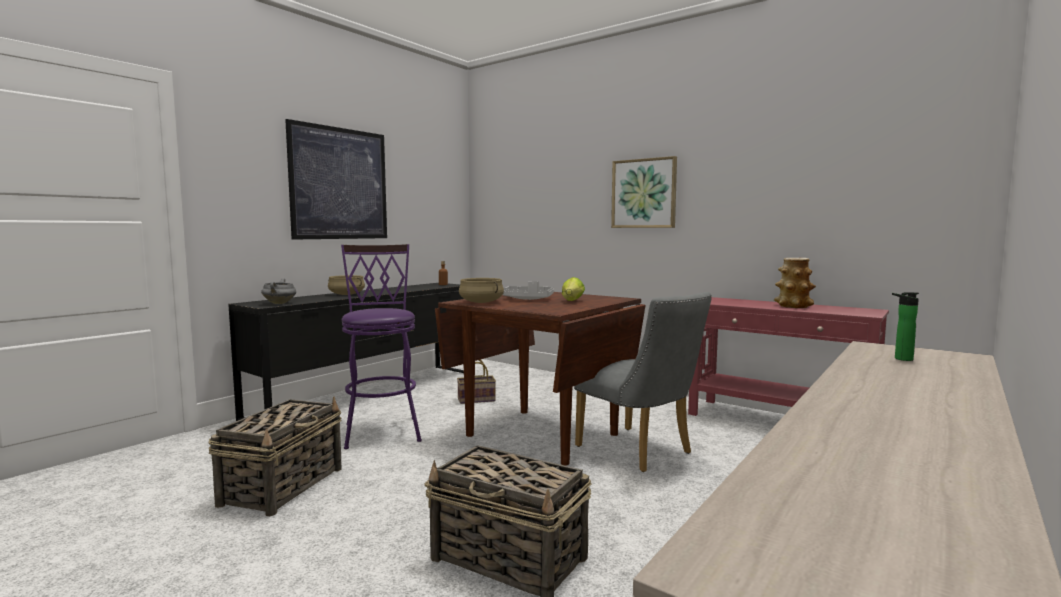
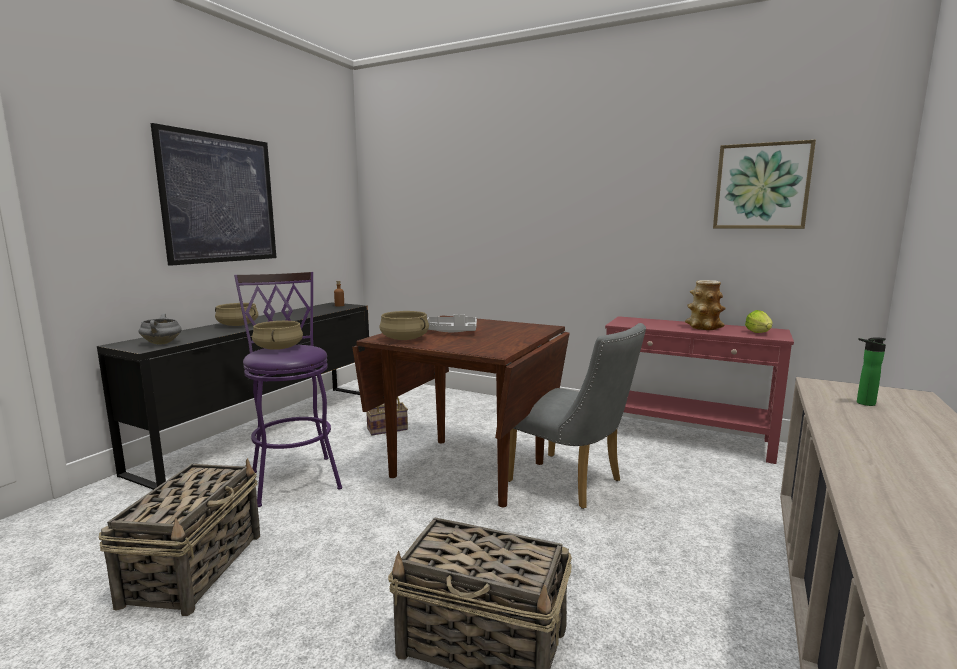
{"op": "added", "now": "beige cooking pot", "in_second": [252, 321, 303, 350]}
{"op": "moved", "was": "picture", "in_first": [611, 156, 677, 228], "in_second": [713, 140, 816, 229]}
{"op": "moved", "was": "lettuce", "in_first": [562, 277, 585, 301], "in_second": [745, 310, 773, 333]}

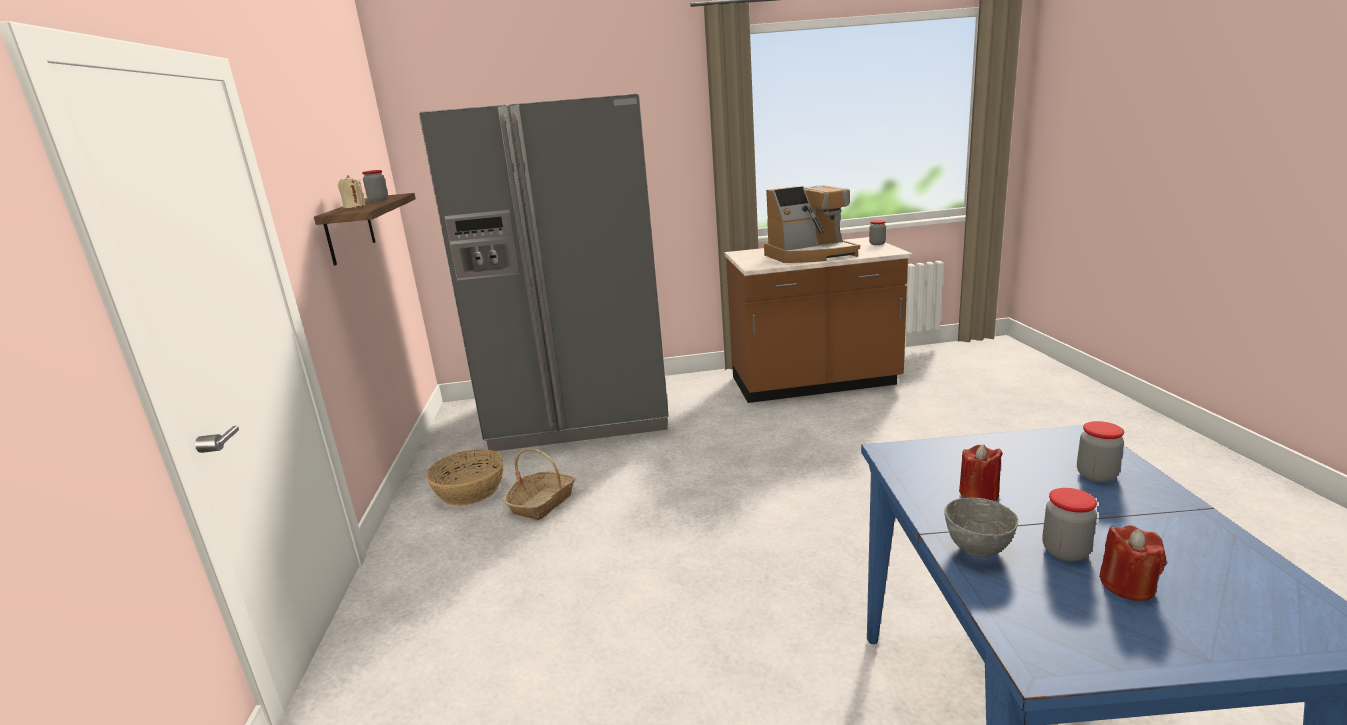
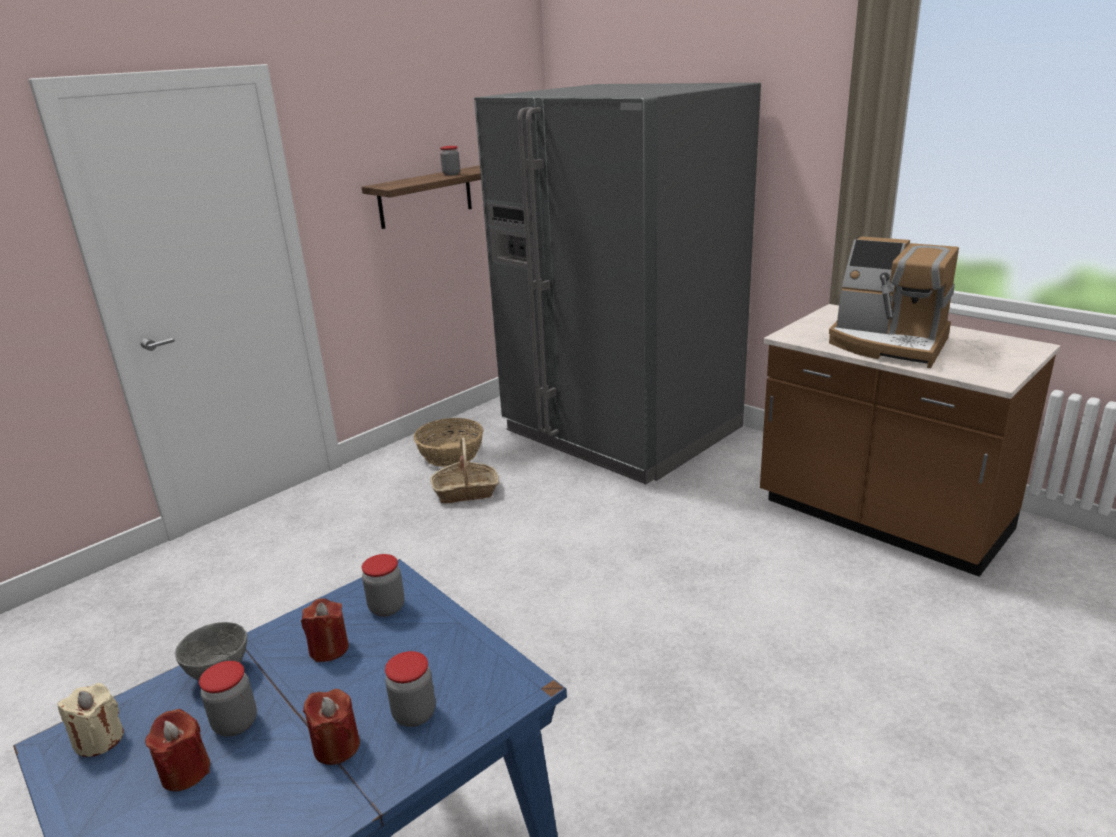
{"op": "moved", "was": "beige candle", "in_first": [338, 175, 366, 208], "in_second": [57, 683, 124, 757]}
{"op": "added", "now": "red candle", "in_second": [303, 689, 360, 765]}
{"op": "moved", "was": "jar", "in_first": [869, 220, 886, 245], "in_second": [362, 554, 405, 617]}

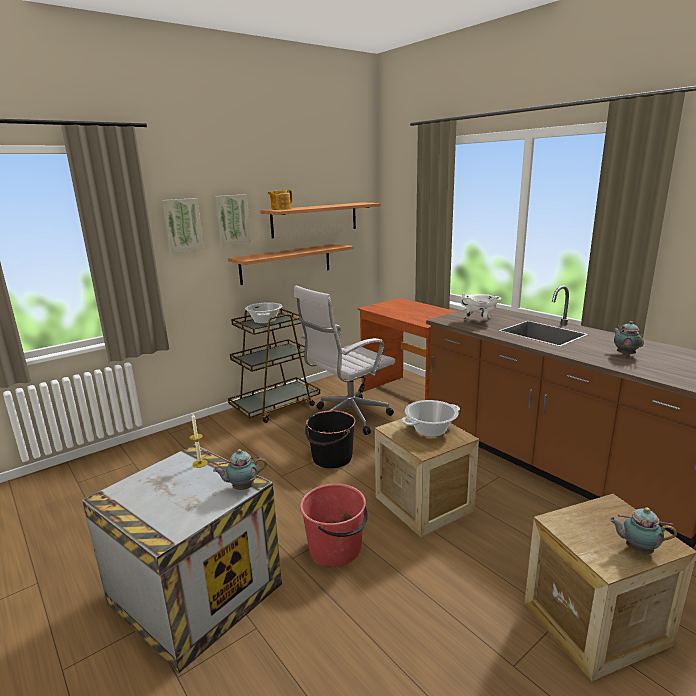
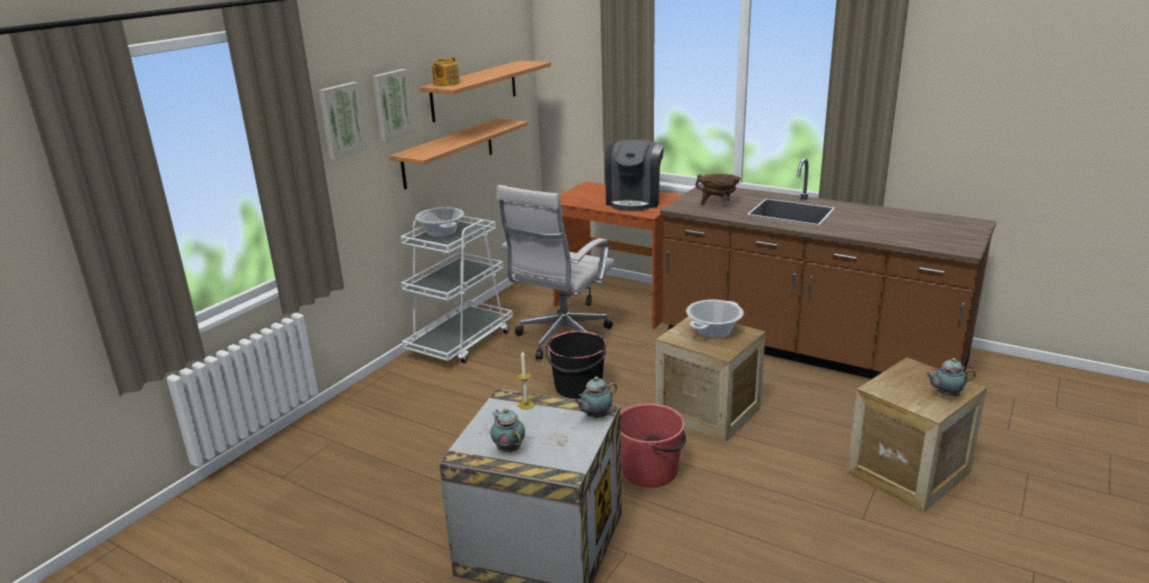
{"op": "recoloured", "was": "brown cart", "now": "white cart", "in_first": [228, 306, 320, 423], "in_second": [401, 215, 513, 363]}
{"op": "moved", "was": "teapot", "in_first": [613, 321, 644, 356], "in_second": [490, 408, 525, 452]}
{"op": "added", "now": "coffee machine", "in_second": [605, 140, 664, 211]}
{"op": "recoloured", "was": "white cooking pot", "now": "brown cooking pot", "in_first": [460, 293, 501, 320], "in_second": [695, 174, 741, 205]}

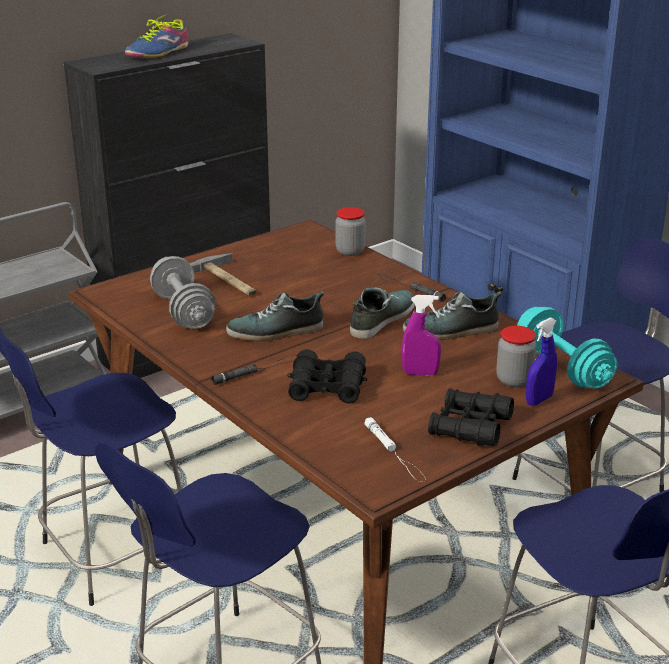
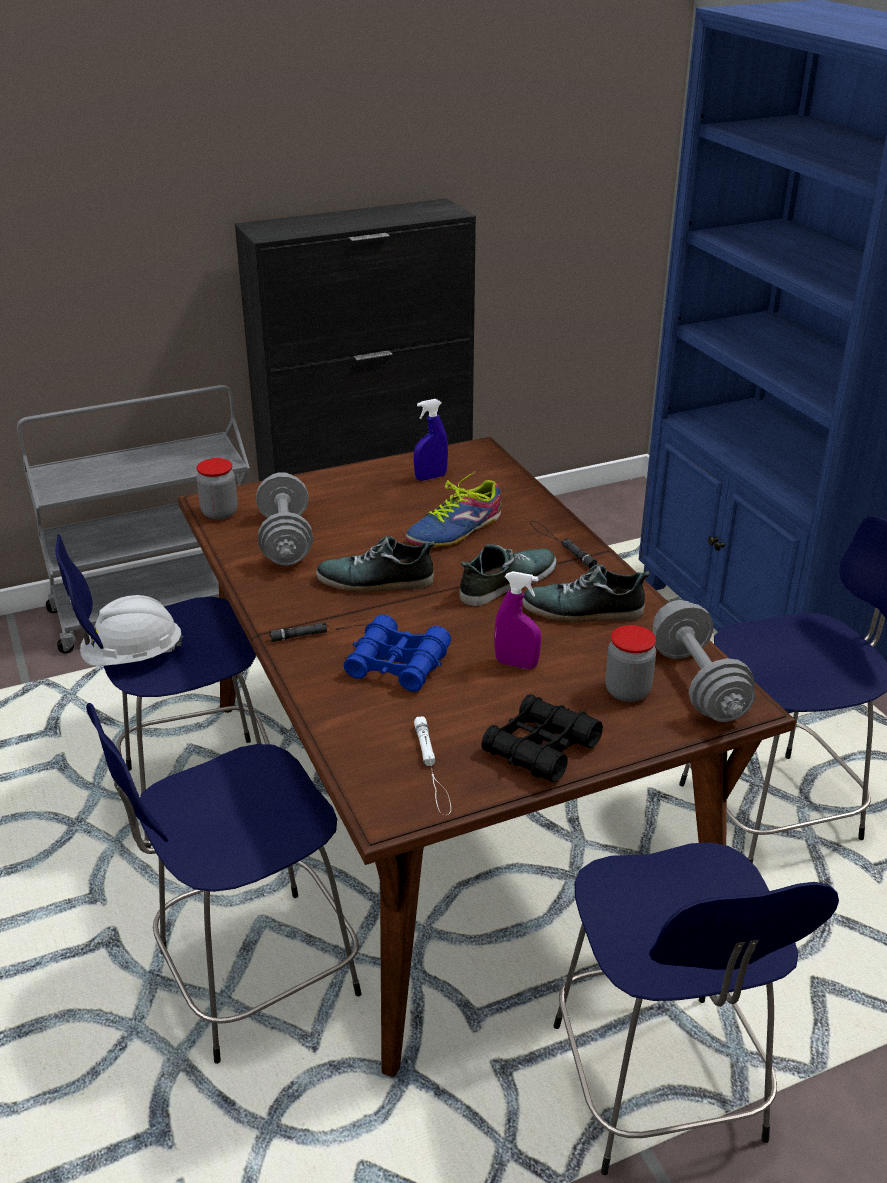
{"op": "added", "now": "white hard hat", "in_second": [80, 595, 183, 666]}
{"op": "moved", "was": "jar", "in_first": [336, 207, 365, 256], "in_second": [197, 458, 238, 520]}
{"op": "recoloured", "was": "black binoculars", "now": "blue binoculars", "in_first": [287, 349, 367, 403], "in_second": [344, 614, 451, 692]}
{"op": "moved", "was": "shoe", "in_first": [125, 14, 189, 58], "in_second": [406, 471, 501, 547]}
{"op": "moved", "was": "blue spray bottle", "in_first": [526, 317, 557, 406], "in_second": [414, 399, 448, 481]}
{"op": "recoloured", "was": "turquoise dumbbell", "now": "grey dumbbell", "in_first": [517, 307, 617, 389], "in_second": [653, 600, 755, 722]}
{"op": "removed", "was": "hammer", "in_first": [189, 253, 257, 296]}

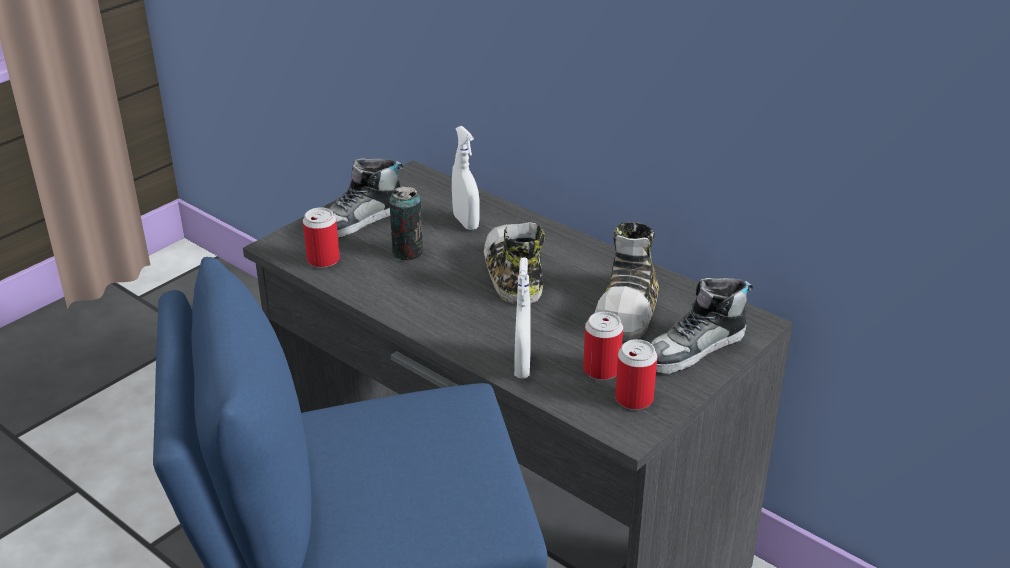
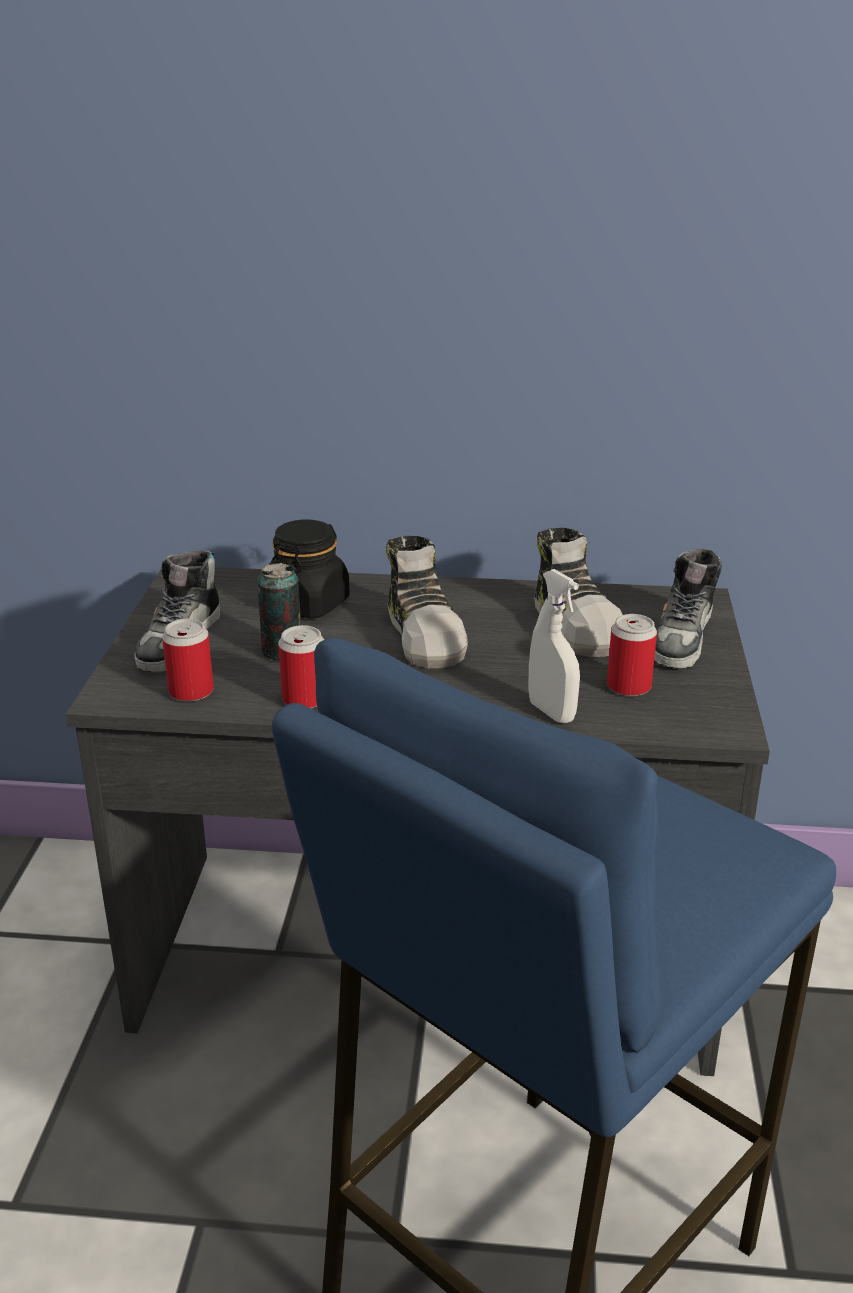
{"op": "replaced", "was": "white spray bottle", "now": "black jar", "in_first": [452, 126, 479, 230], "in_second": [269, 520, 350, 619]}
{"op": "moved", "was": "can", "in_first": [615, 339, 657, 410], "in_second": [278, 625, 324, 708]}
{"op": "turned", "was": "shoe", "in_first": [484, 222, 545, 304], "in_second": [386, 536, 468, 668], "clockwise": -150}

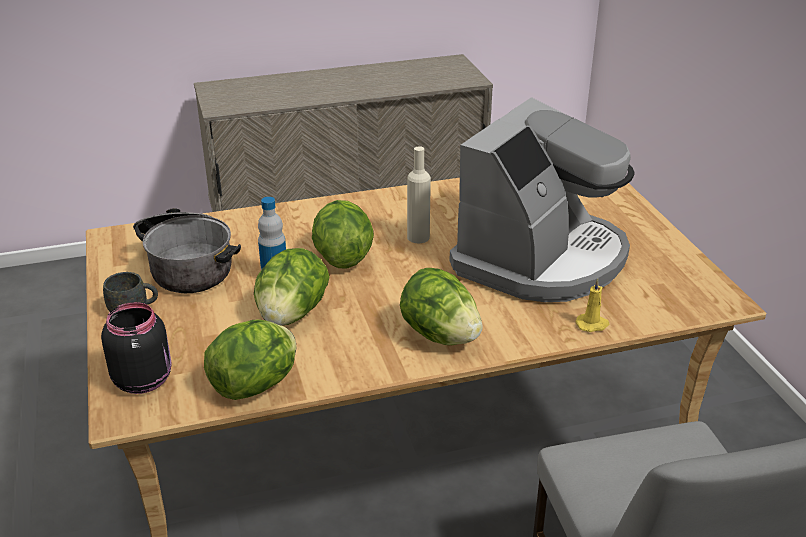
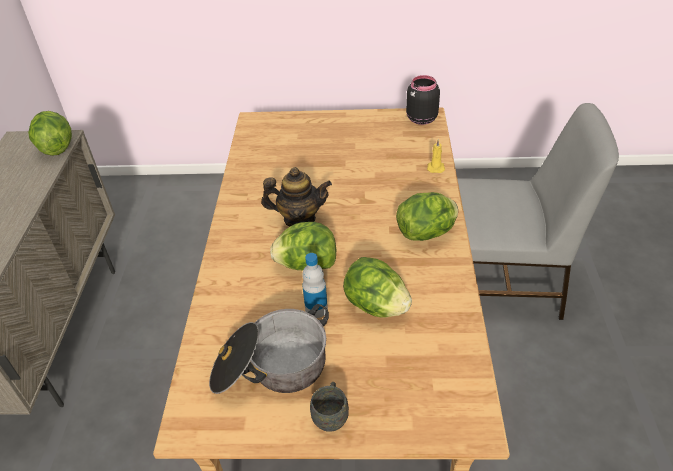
{"op": "moved", "was": "lettuce", "in_first": [204, 319, 297, 400], "in_second": [28, 111, 72, 156]}
{"op": "replaced", "was": "beige bottle", "now": "teapot", "in_first": [407, 146, 431, 243], "in_second": [261, 167, 332, 227]}
{"op": "moved", "was": "black jar", "in_first": [101, 302, 172, 394], "in_second": [406, 75, 440, 125]}
{"op": "removed", "was": "coffee machine", "in_first": [449, 97, 634, 302]}

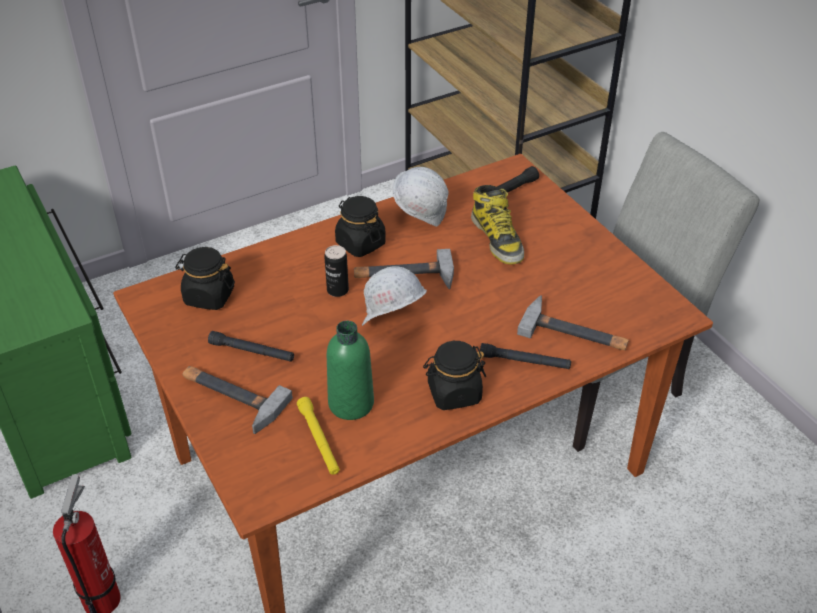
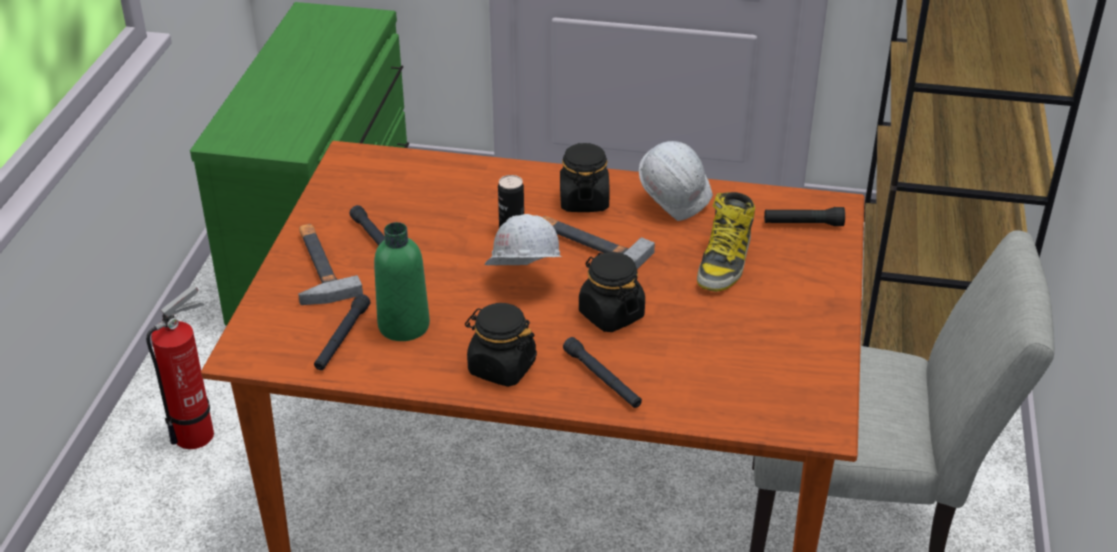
{"op": "recoloured", "was": "yellow flashlight", "now": "black flashlight", "in_first": [297, 397, 340, 475], "in_second": [314, 294, 370, 370]}
{"op": "moved", "was": "black jar", "in_first": [175, 247, 235, 310], "in_second": [579, 252, 645, 332]}
{"op": "removed", "was": "hammer", "in_first": [517, 295, 629, 350]}

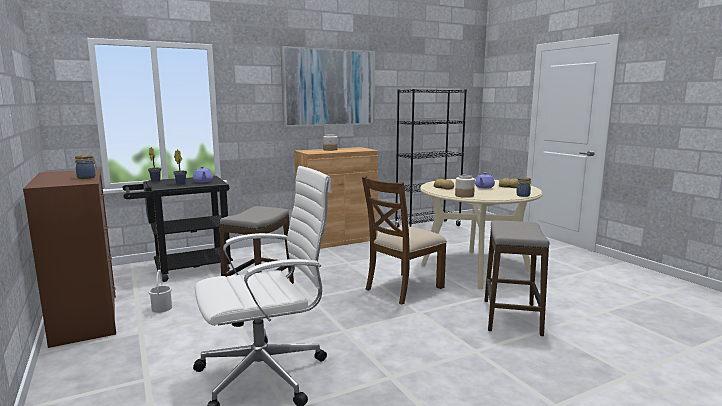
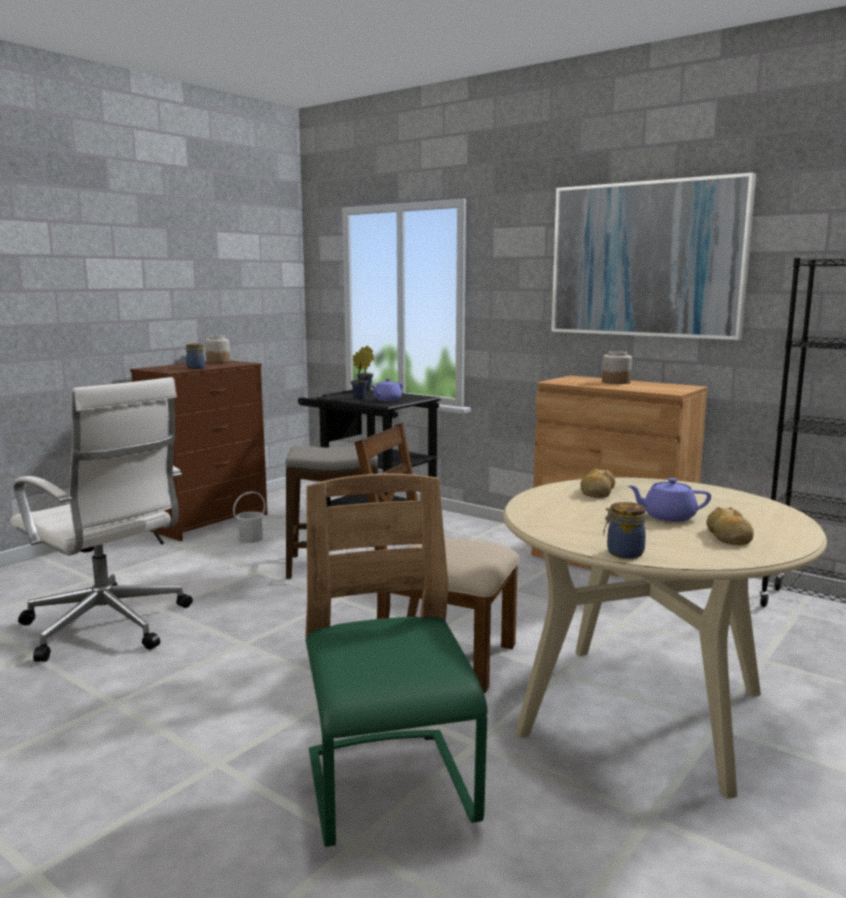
{"op": "moved", "was": "jar", "in_first": [455, 175, 475, 198], "in_second": [205, 336, 230, 363]}
{"op": "replaced", "was": "stool", "now": "green chair", "in_first": [484, 220, 550, 336], "in_second": [305, 474, 488, 847]}

